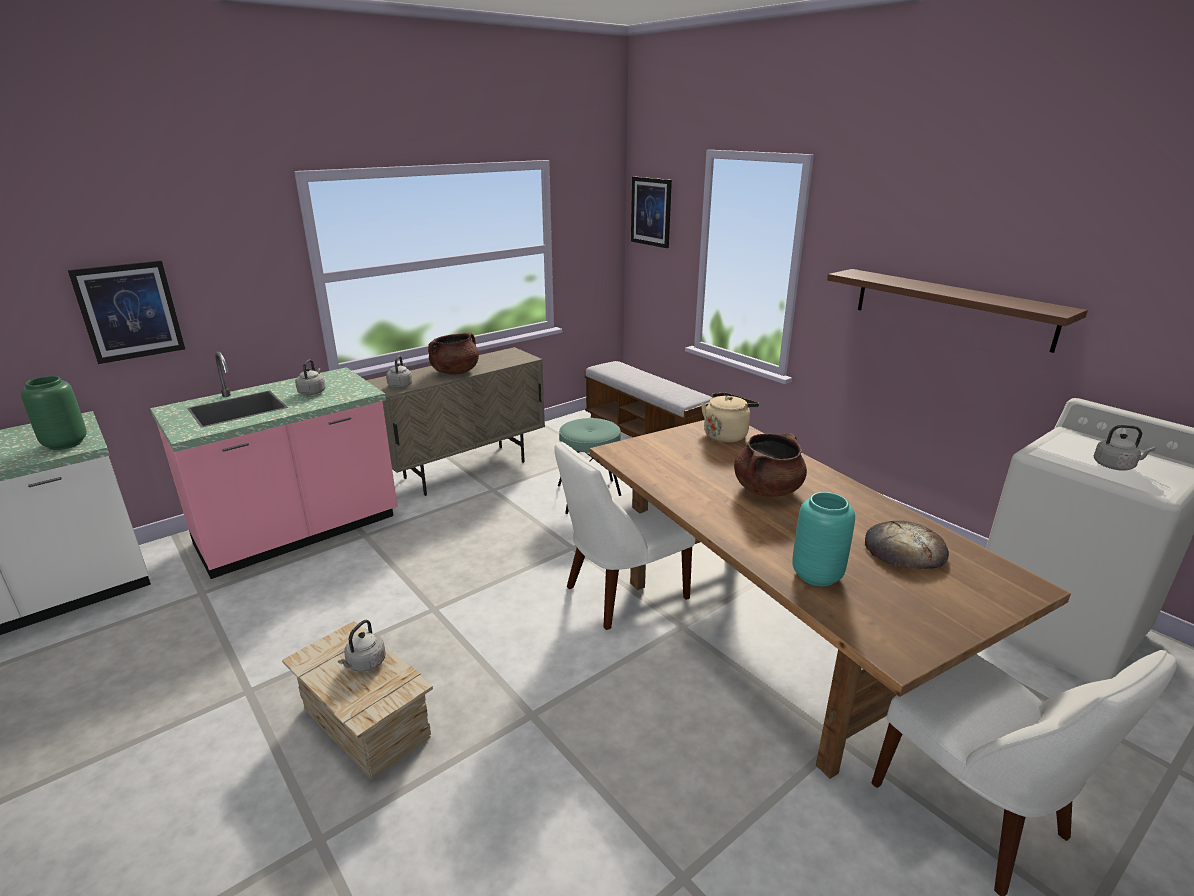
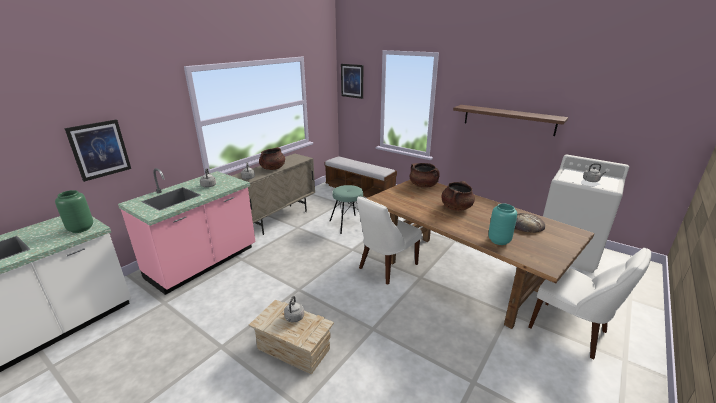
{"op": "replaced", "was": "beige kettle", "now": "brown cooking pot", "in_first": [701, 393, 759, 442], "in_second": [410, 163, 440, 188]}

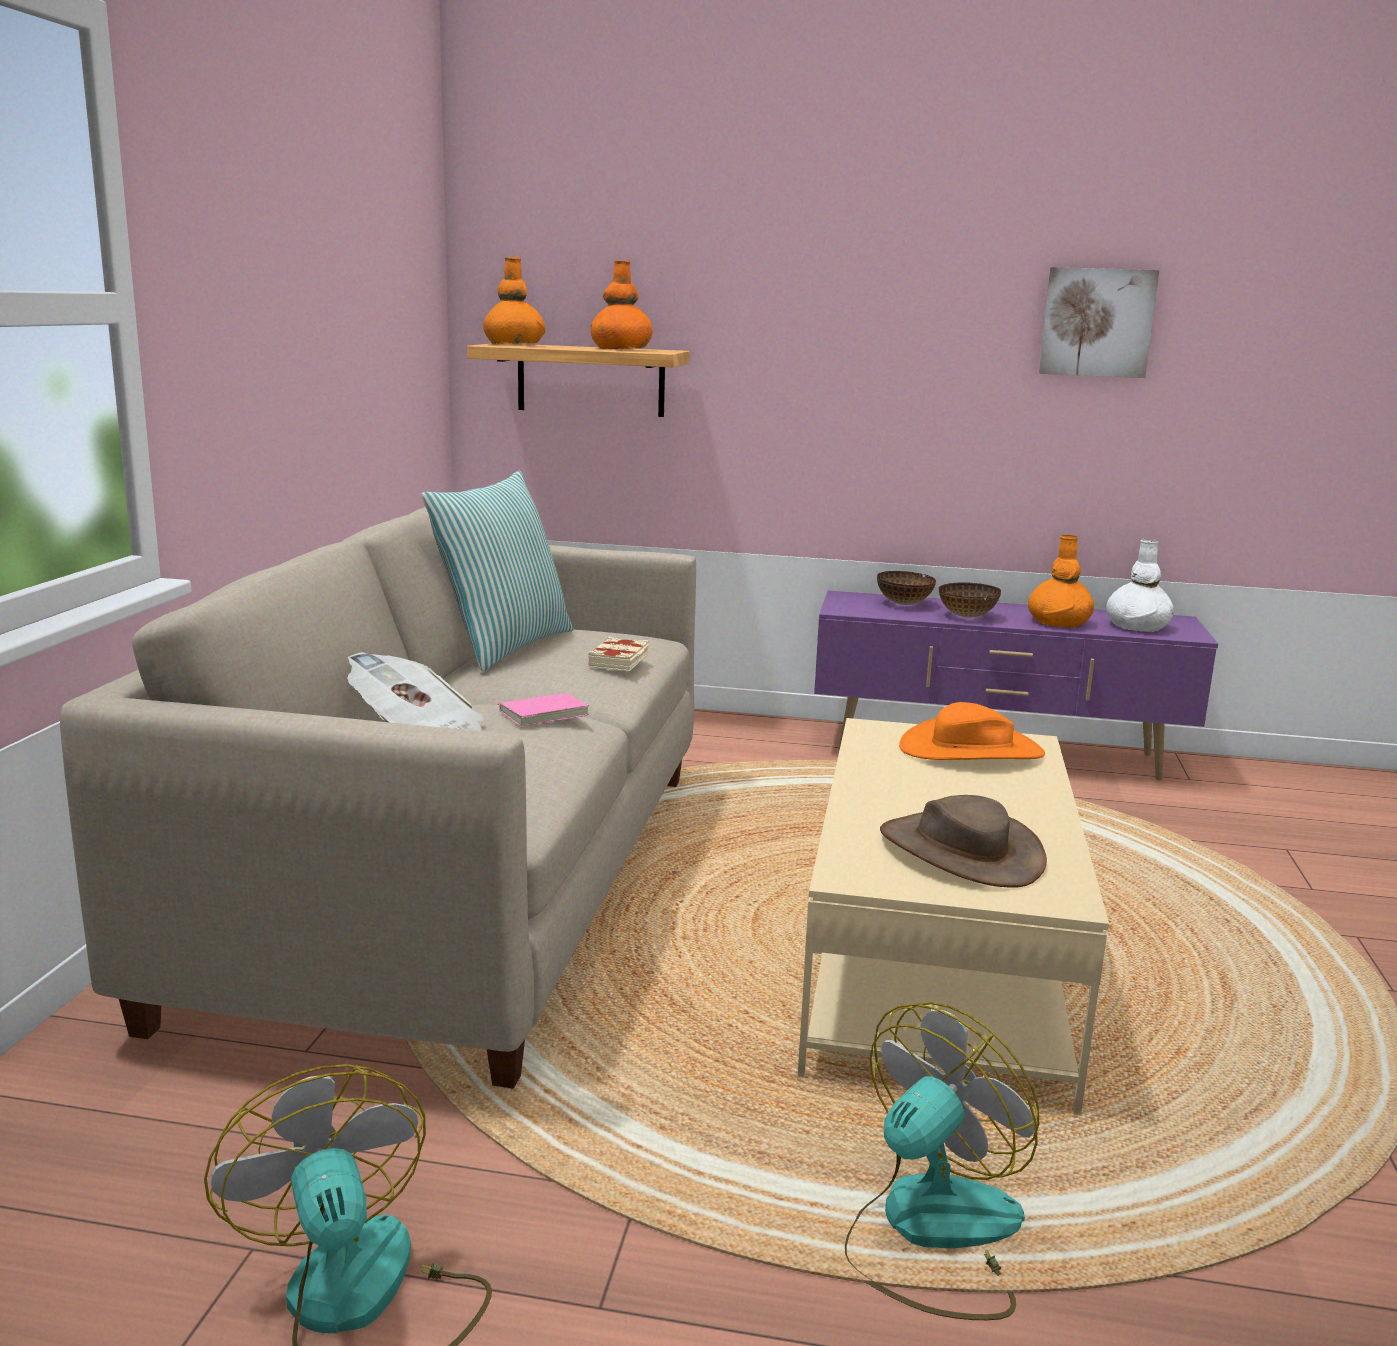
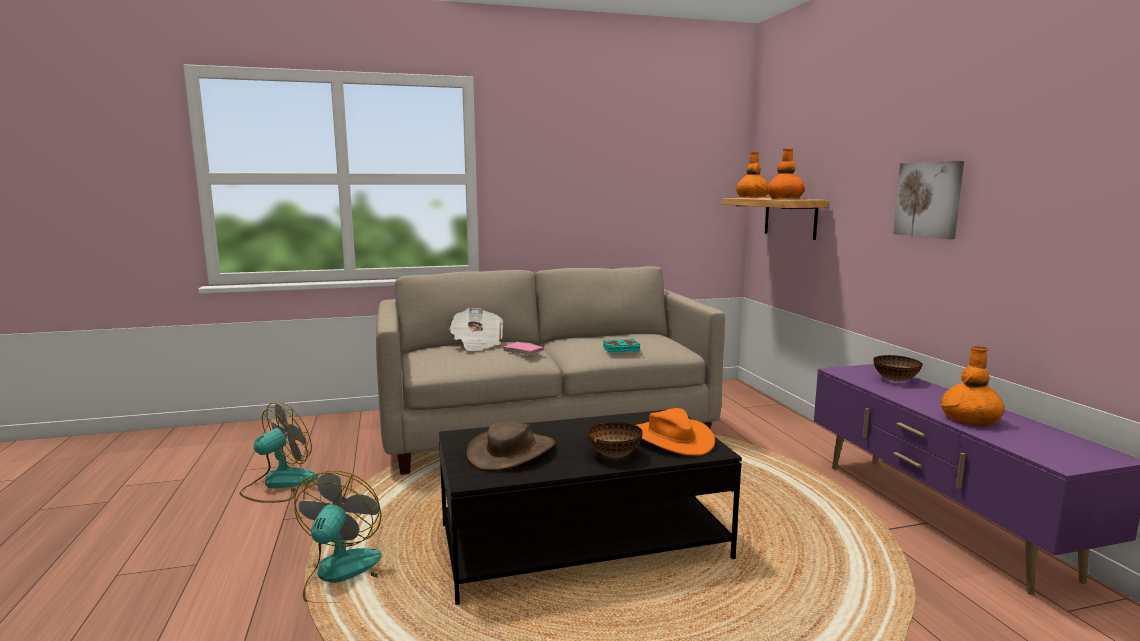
{"op": "turned", "was": "fan", "in_first": [845, 1002, 1039, 1320], "in_second": [294, 471, 382, 603], "clockwise": -105}
{"op": "recoloured", "was": "beige coffee table", "now": "black coffee table", "in_first": [798, 718, 1109, 1115], "in_second": [439, 410, 742, 605]}
{"op": "moved", "was": "bowl", "in_first": [939, 582, 1001, 618], "in_second": [588, 422, 643, 458]}
{"op": "recoloured", "was": "beige book", "now": "turquoise book", "in_first": [588, 637, 649, 671], "in_second": [603, 339, 640, 353]}
{"op": "moved", "was": "picture", "in_first": [1039, 267, 1159, 378], "in_second": [893, 161, 964, 239]}
{"op": "removed", "was": "pillow", "in_first": [421, 471, 573, 672]}
{"op": "removed", "was": "white vase", "in_first": [1106, 539, 1174, 632]}

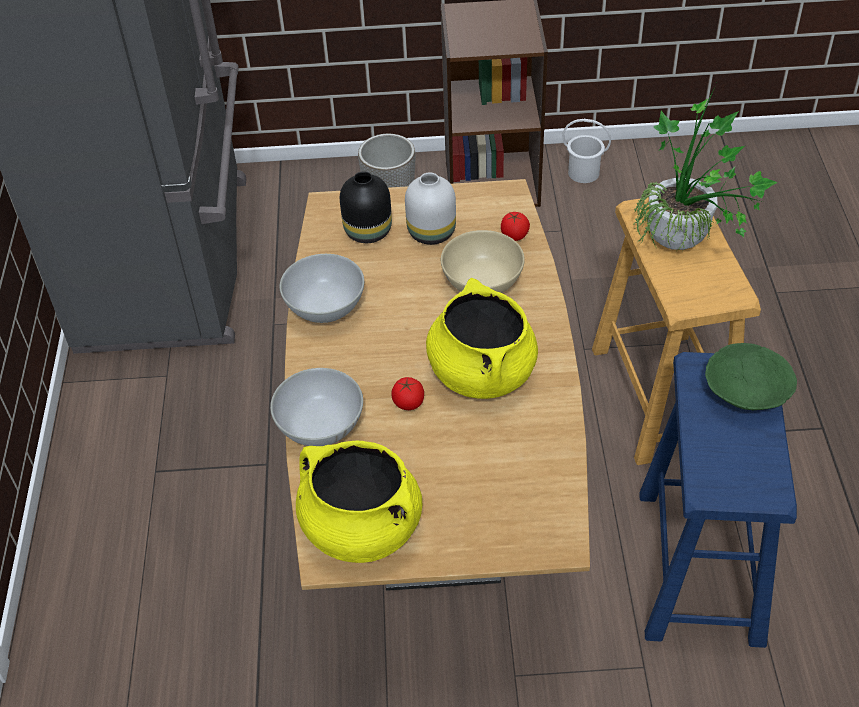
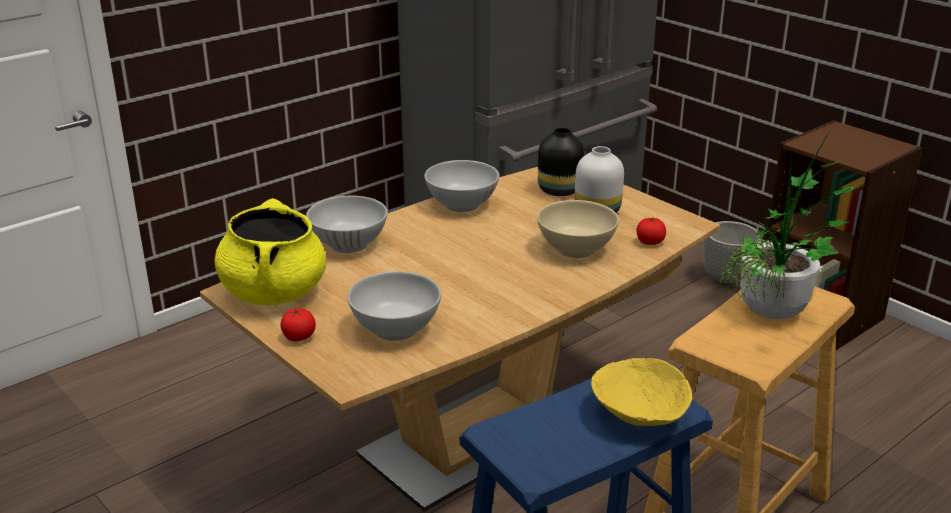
{"op": "moved", "was": "tomato", "in_first": [391, 377, 424, 410], "in_second": [280, 308, 316, 341]}
{"op": "added", "now": "white bowl", "in_second": [347, 271, 441, 341]}
{"op": "recoloured", "was": "green bowl", "now": "yellow bowl", "in_first": [705, 343, 797, 410], "in_second": [591, 358, 692, 426]}
{"op": "removed", "was": "yellow cooking pot", "in_first": [426, 278, 538, 399]}
{"op": "removed", "was": "white bucket", "in_first": [562, 119, 611, 183]}

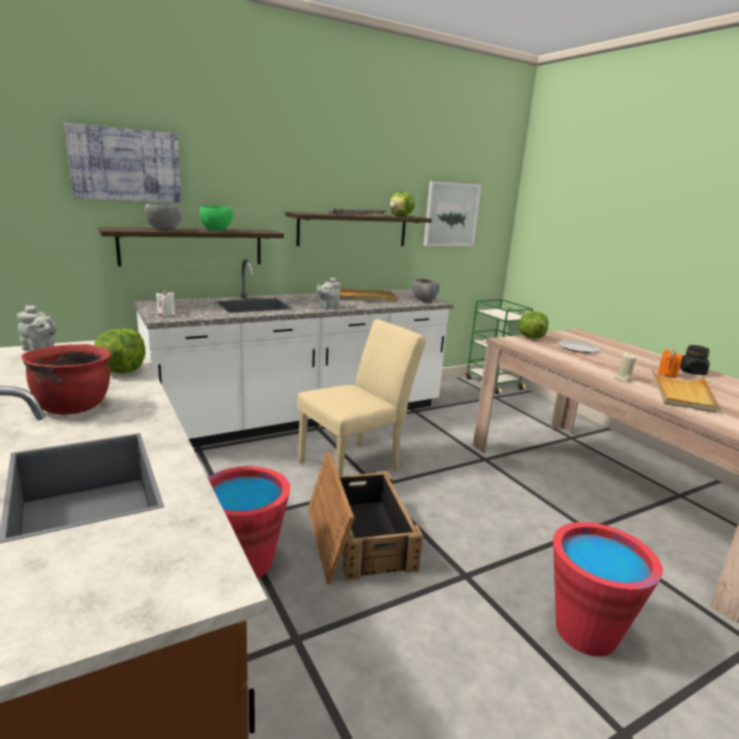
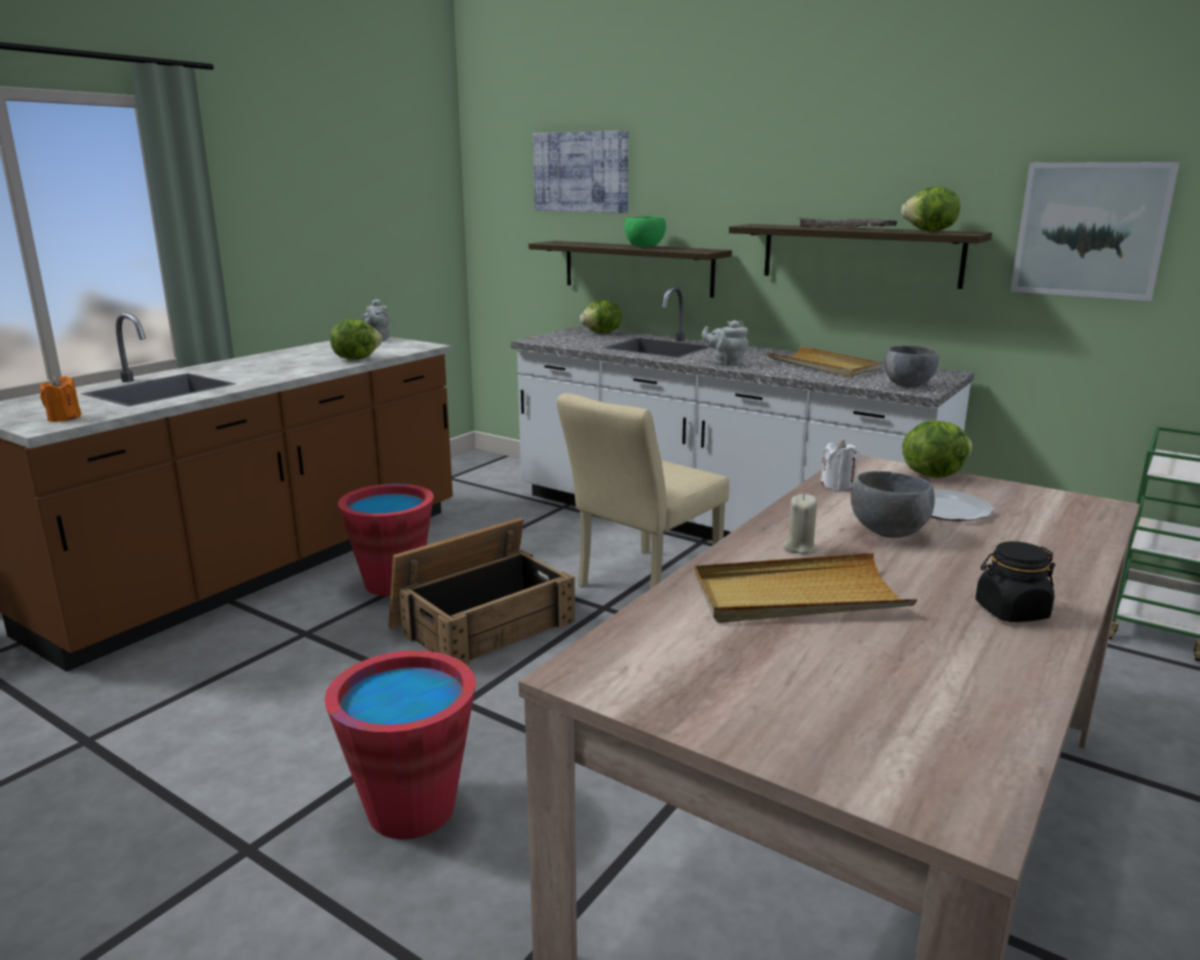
{"op": "moved", "was": "orange candle", "in_first": [658, 349, 683, 378], "in_second": [40, 376, 81, 422]}
{"op": "turned", "was": "beige chair", "in_first": [297, 319, 426, 476], "in_second": [557, 393, 729, 589], "clockwise": 105}
{"op": "added", "now": "lettuce", "in_second": [580, 300, 622, 333]}
{"op": "moved", "was": "white candle", "in_first": [156, 290, 175, 316], "in_second": [820, 440, 859, 491]}
{"op": "moved", "was": "grey bowl", "in_first": [144, 204, 182, 230], "in_second": [851, 471, 935, 538]}
{"op": "removed", "was": "red cooking pot", "in_first": [21, 344, 111, 415]}

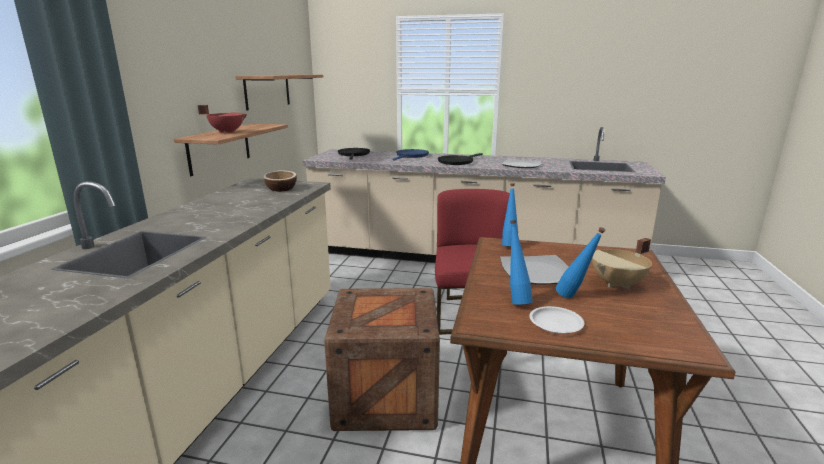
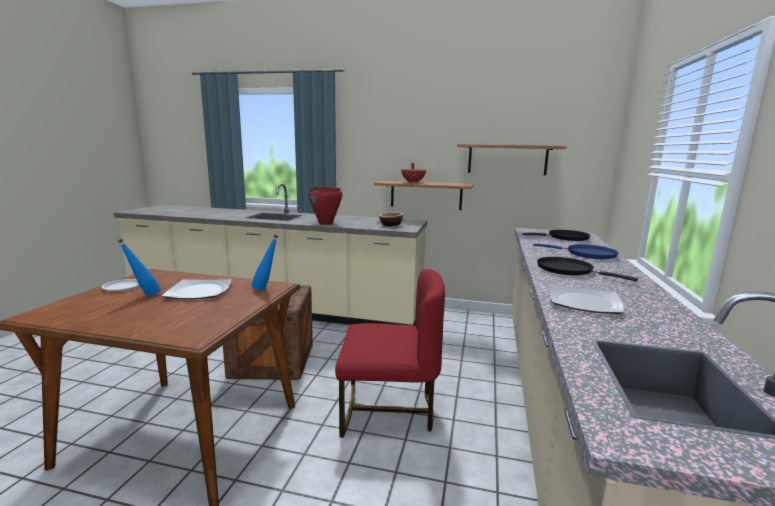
{"op": "added", "now": "red cooking pot", "in_second": [308, 187, 343, 225]}
{"op": "removed", "was": "blue bottle", "in_first": [510, 220, 533, 305]}
{"op": "removed", "was": "beige cooking pot", "in_first": [592, 238, 652, 289]}

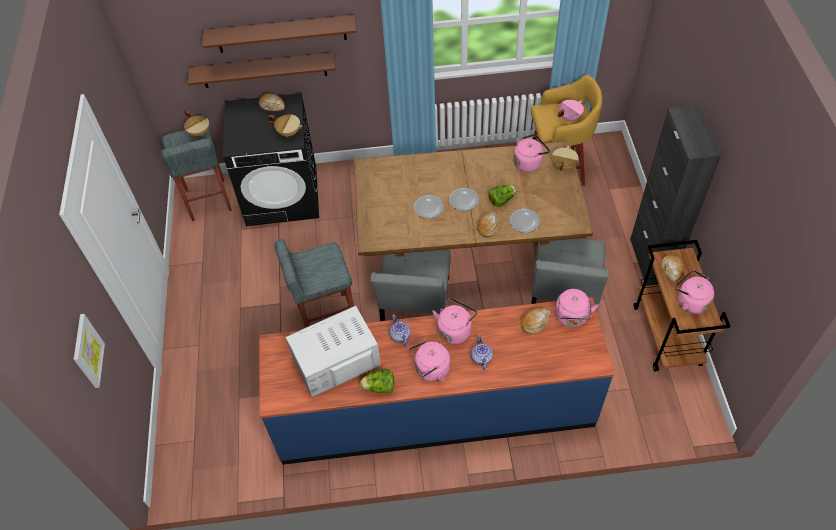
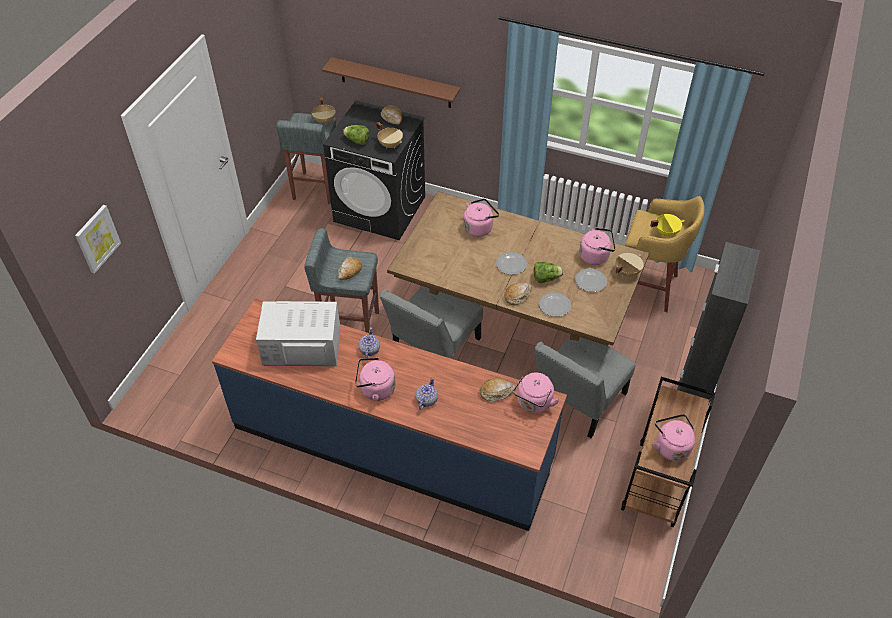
{"op": "moved", "was": "bread", "in_first": [662, 254, 685, 282], "in_second": [338, 257, 362, 280]}
{"op": "moved", "was": "lettuce", "in_first": [360, 369, 394, 393], "in_second": [343, 125, 369, 145]}
{"op": "moved", "was": "pink kettle", "in_first": [432, 298, 477, 344], "in_second": [463, 198, 499, 237]}
{"op": "moved", "was": "plate", "in_first": [414, 195, 444, 219], "in_second": [575, 269, 607, 292]}
{"op": "recoloured", "was": "pink cooking pot", "now": "yellow cooking pot", "in_first": [558, 100, 584, 121], "in_second": [650, 214, 685, 237]}
{"op": "removed", "was": "brown shelf", "in_first": [202, 15, 357, 53]}

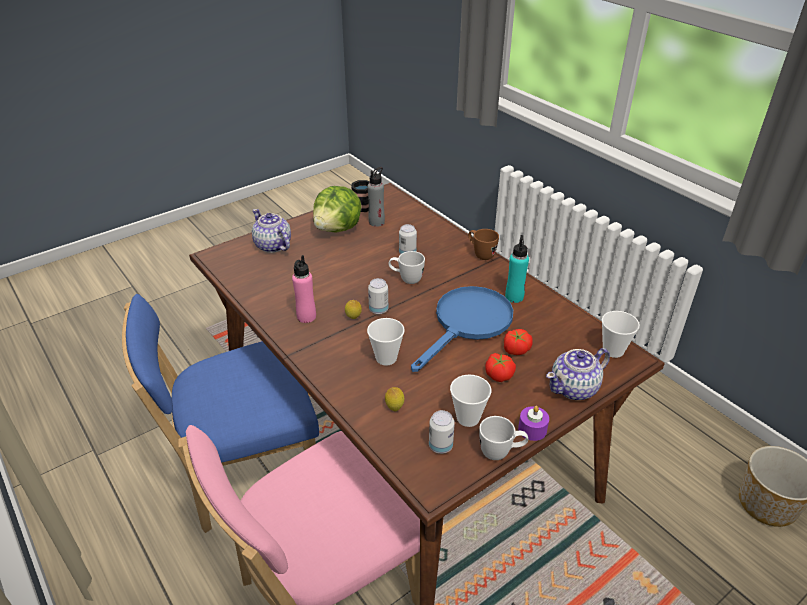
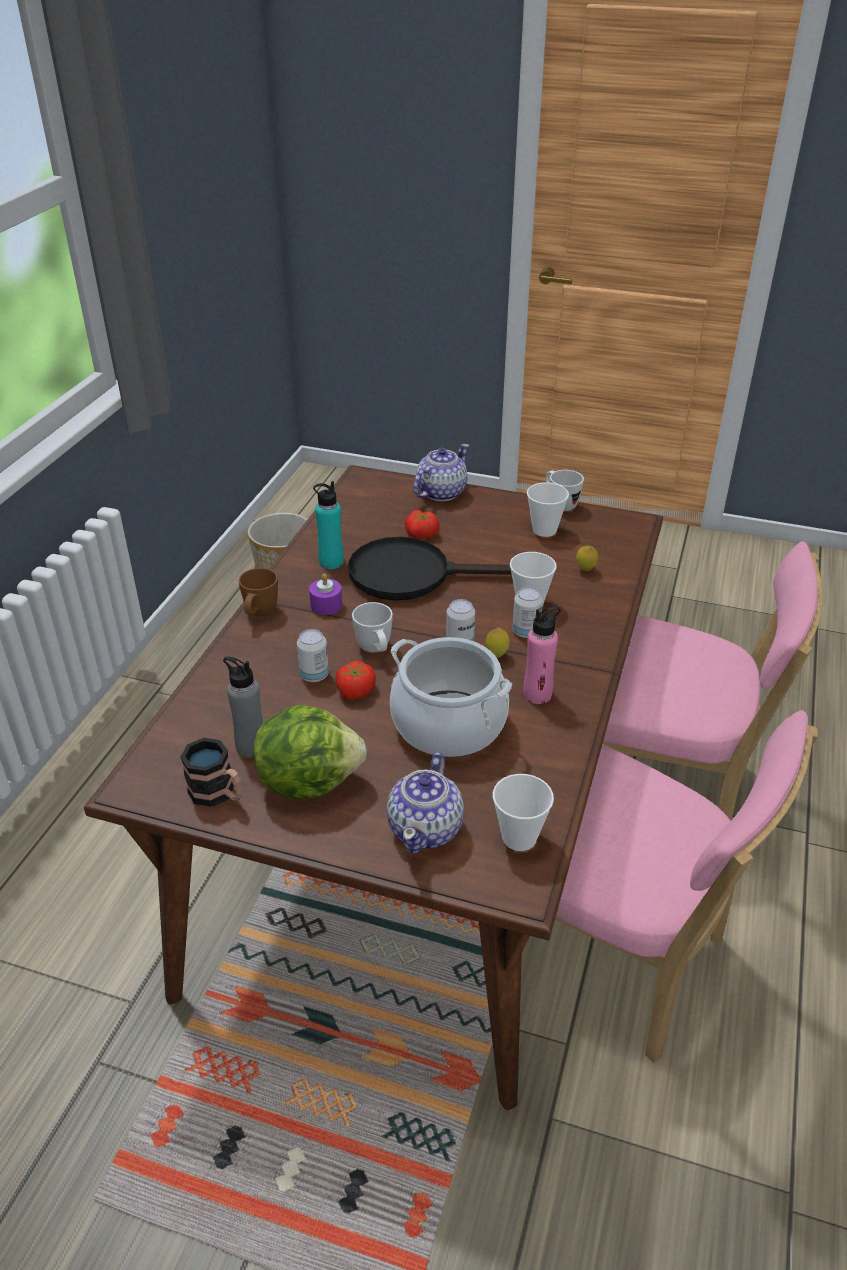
{"op": "moved", "was": "purple candle", "in_first": [518, 406, 549, 441], "in_second": [309, 574, 342, 615]}
{"op": "moved", "was": "tomato", "in_first": [485, 353, 516, 382], "in_second": [335, 661, 376, 700]}
{"op": "recoloured", "was": "blue frying pan", "now": "black frying pan", "in_first": [411, 286, 513, 372], "in_second": [348, 537, 512, 600]}
{"op": "added", "now": "cooking pot", "in_second": [390, 637, 512, 757]}
{"op": "turned", "was": "teapot", "in_first": [546, 348, 610, 400], "in_second": [413, 444, 469, 501], "clockwise": -75}
{"op": "moved", "was": "cup", "in_first": [602, 311, 640, 358], "in_second": [493, 774, 554, 851]}
{"op": "moved", "was": "can", "in_first": [429, 410, 455, 454], "in_second": [512, 587, 543, 638]}
{"op": "recoloured", "was": "blue chair", "now": "pink chair", "in_first": [122, 294, 319, 533], "in_second": [555, 710, 818, 1063]}

